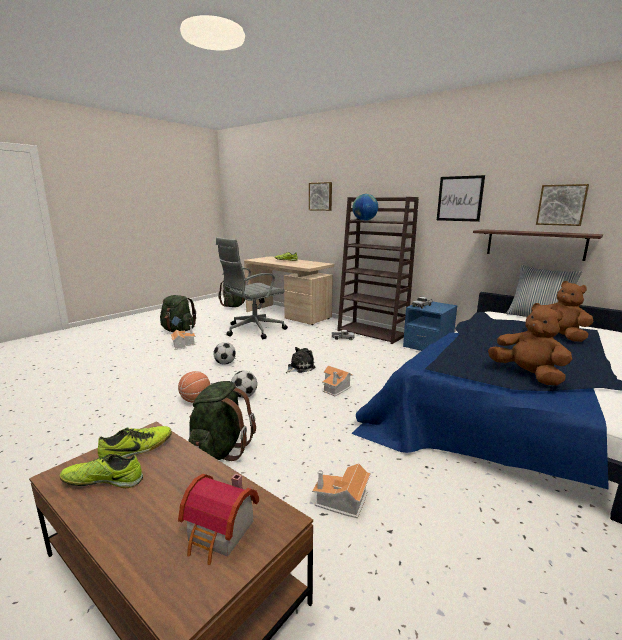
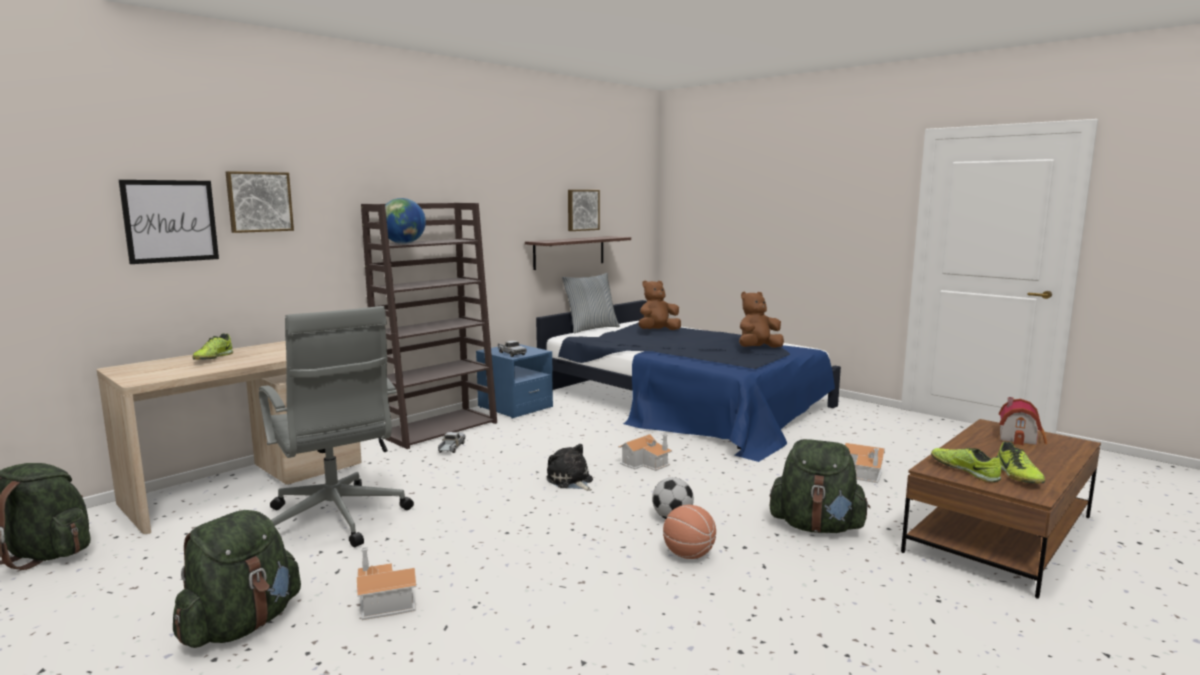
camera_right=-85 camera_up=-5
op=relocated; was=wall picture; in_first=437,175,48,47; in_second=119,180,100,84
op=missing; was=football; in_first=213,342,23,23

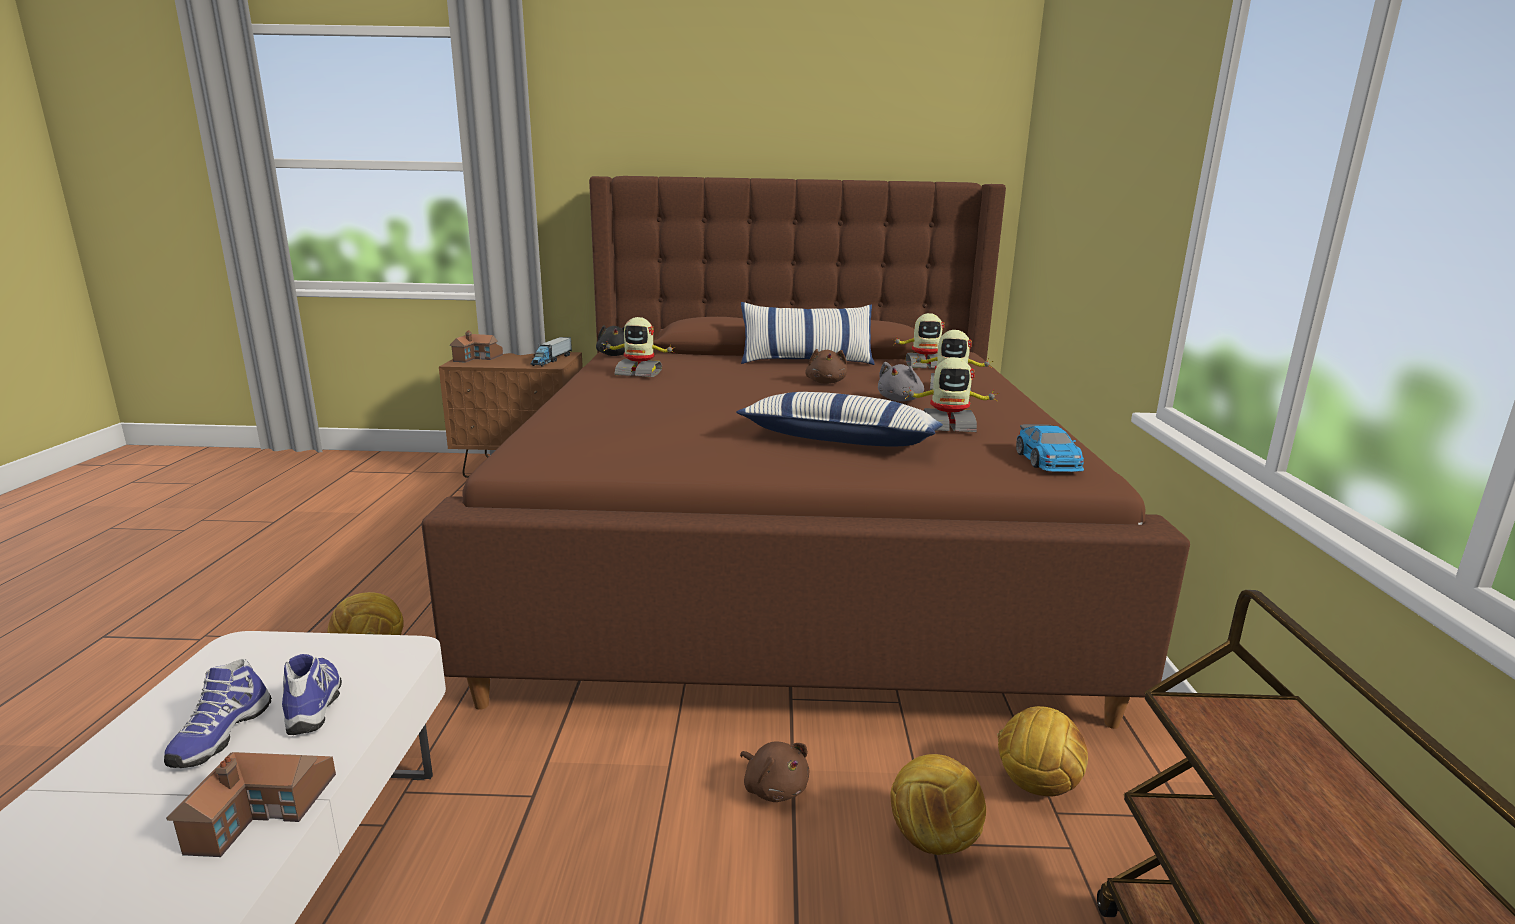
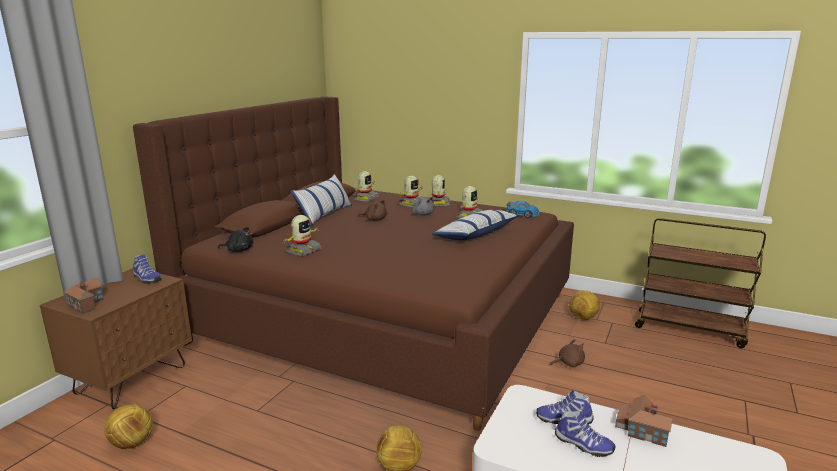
camera_right=-65 camera_up=0
op=exchanged; was=toy lorry; now=shoe; in_first=530,337,42,30; in_second=133,255,29,29
op=relocated; was=football; in_first=891,754,95,101; in_second=104,404,49,45
op=appeared; now=model robot; in_second=432,175,18,31

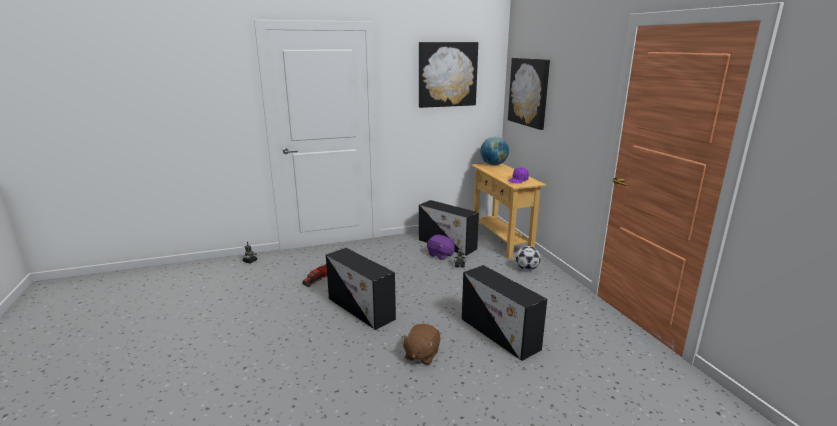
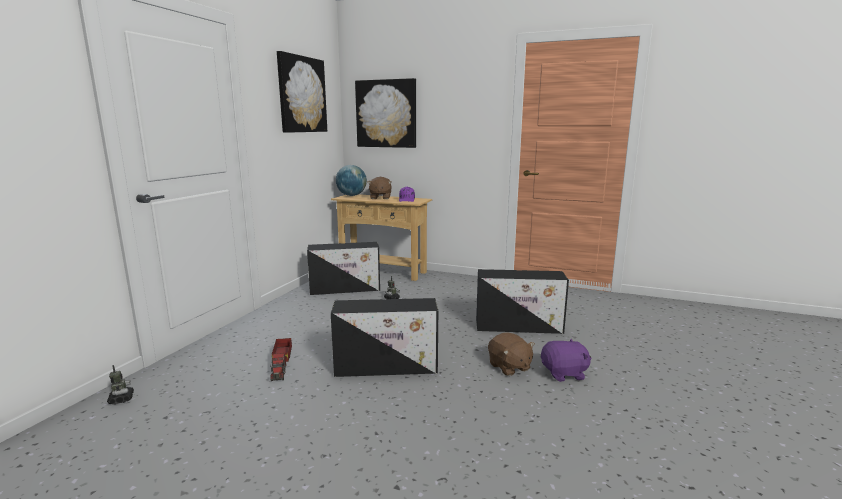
camera_right=-50 camera_up=-5
op=relocated; was=purple plush toy; in_first=427,235,28,25; in_second=541,339,50,43
op=missing; was=football; in_first=516,246,25,24
op=appeared; now=brown plush toy; in_second=368,177,24,22

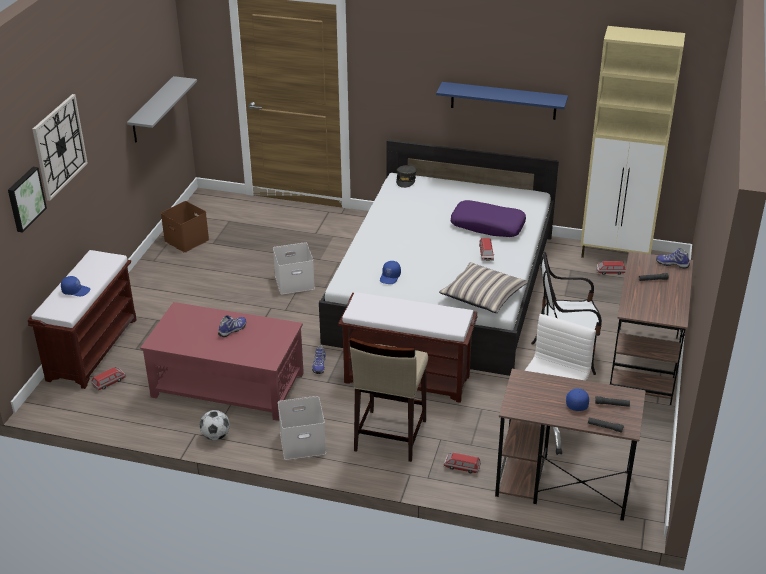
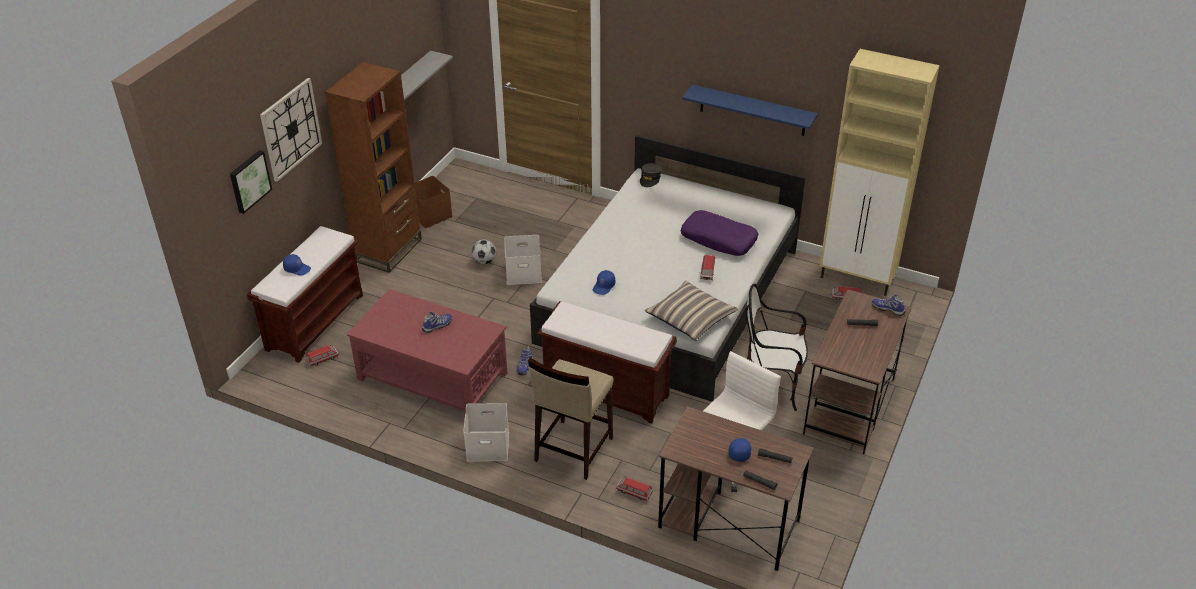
camera_right=10 camera_up=5
op=relocated; was=football; in_first=199,410,31,30; in_second=472,240,24,24
op=appeared; now=brown shelving unit; in_second=325,62,97,211

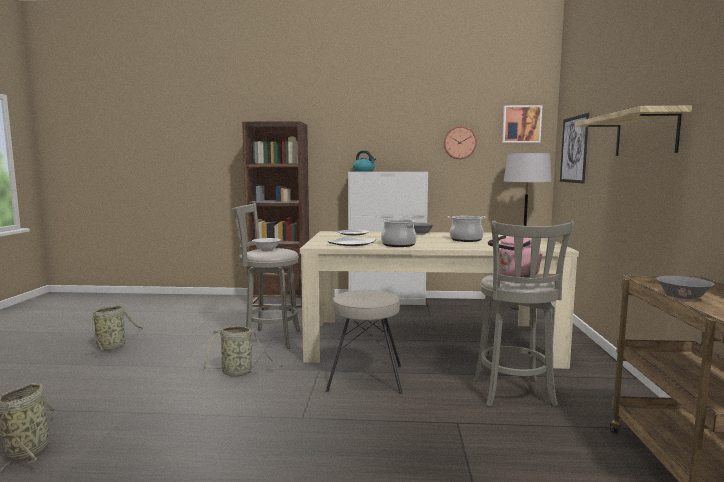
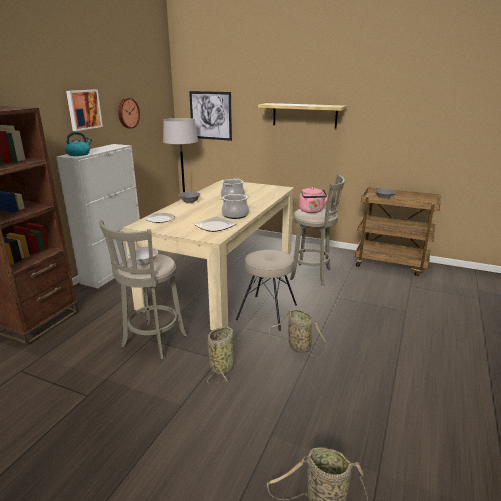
camera_right=-70 camera_up=15
op=relocated; was=wall picture; in_first=502,105,40,38; in_second=66,89,37,42
op=relocated; was=storage basket; in_first=86,306,57,48; in_second=269,309,58,48

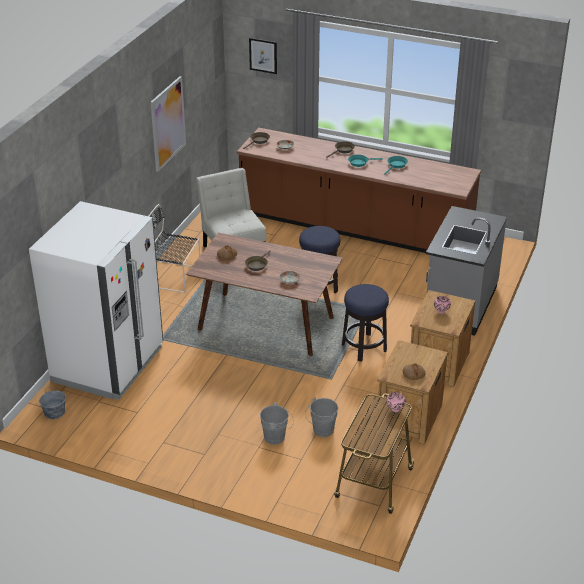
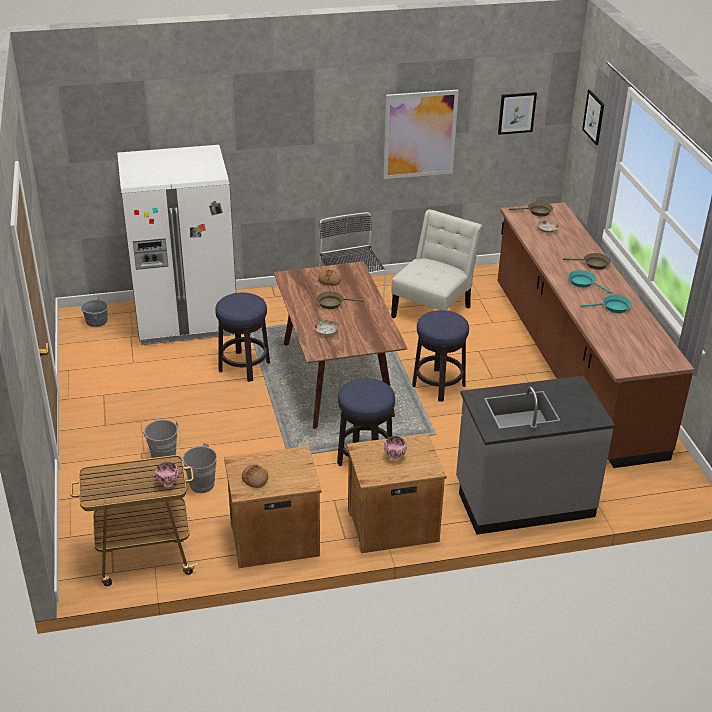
camera_right=55 camera_up=0
op=appeared; now=wall picture; in_second=498,92,39,43
op=appeared; now=sitting stool; in_second=215,292,55,90

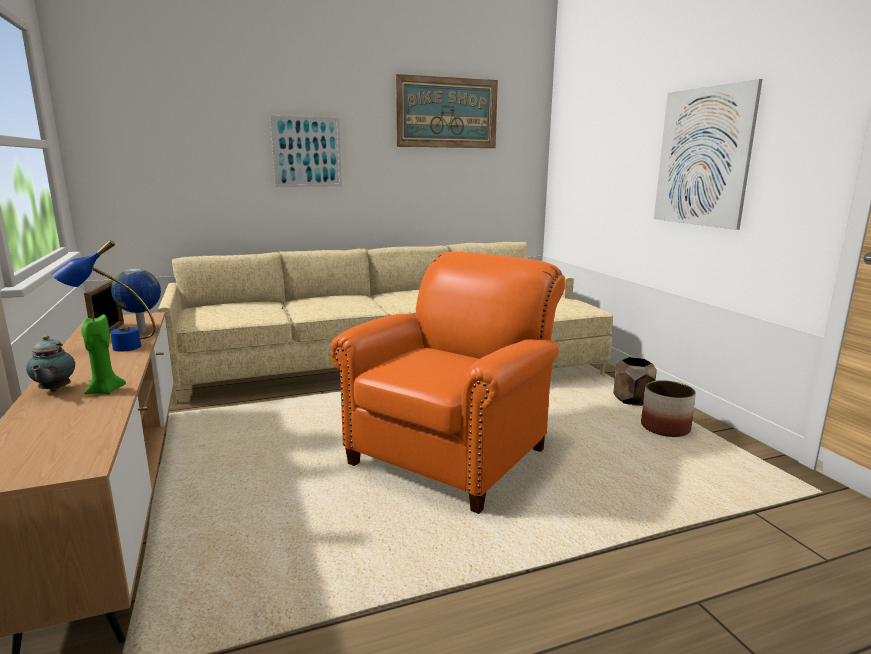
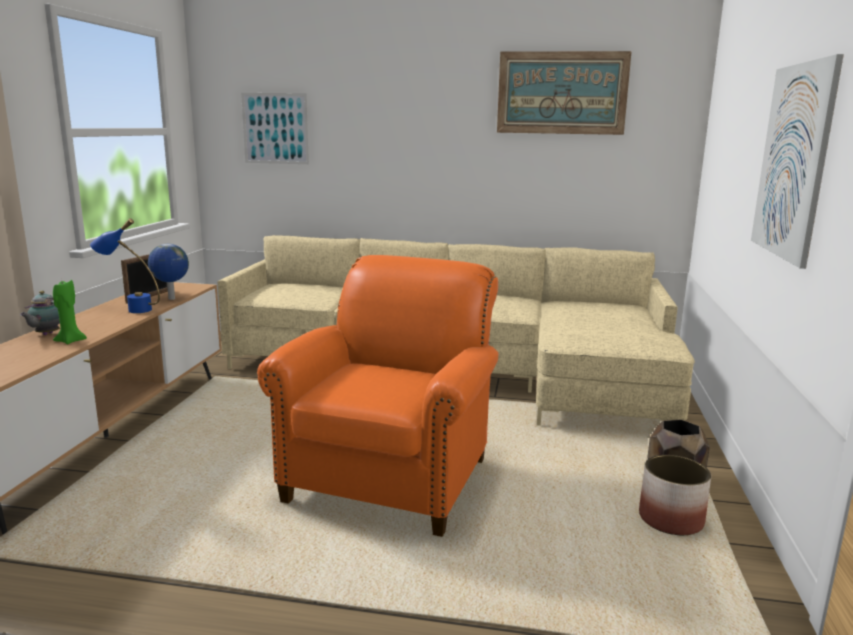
camera_right=30 camera_up=0
op=relocated; was=wall picture; in_first=270,116,72,71; in_second=241,93,68,71
op=spun; was=orangey lounge chair; in_first=331,252,234,262; in_second=257,255,241,282; clockwise=-45

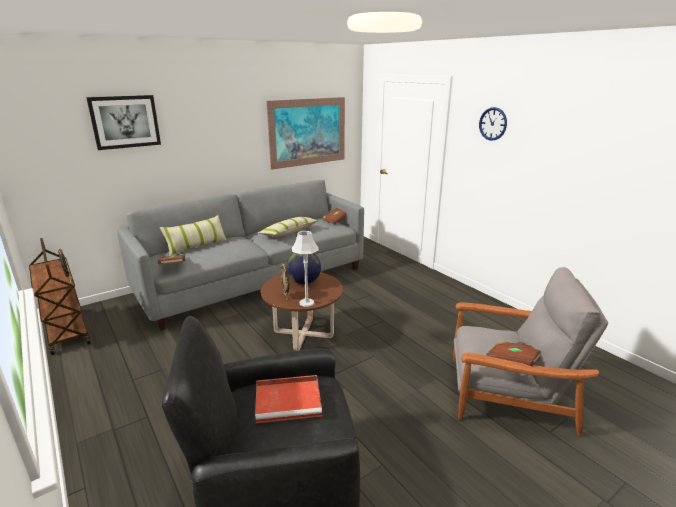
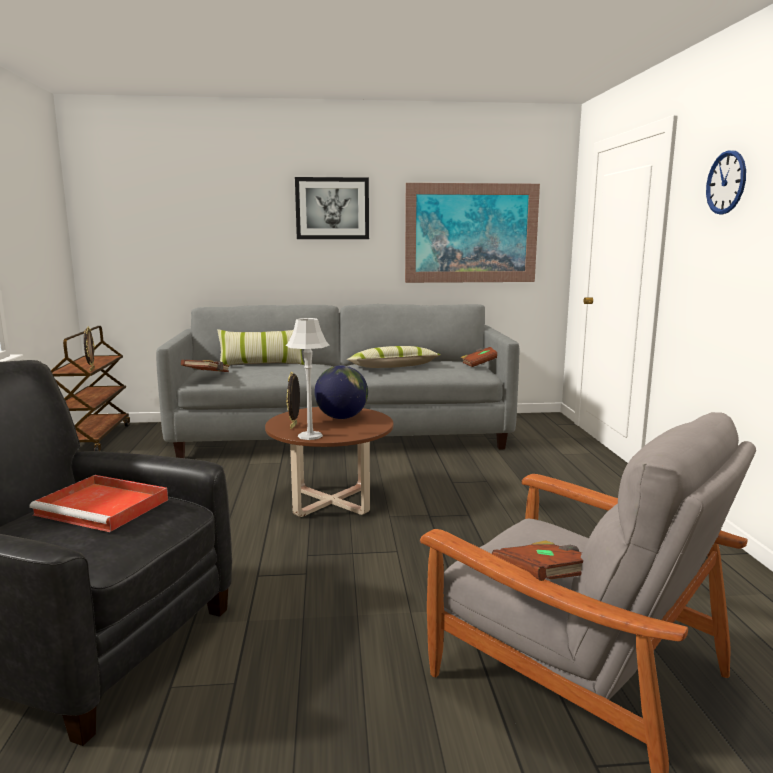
camera_right=30 camera_up=-10
op=relocated; was=wall picture; in_first=86,95,75,55; in_second=295,177,74,62

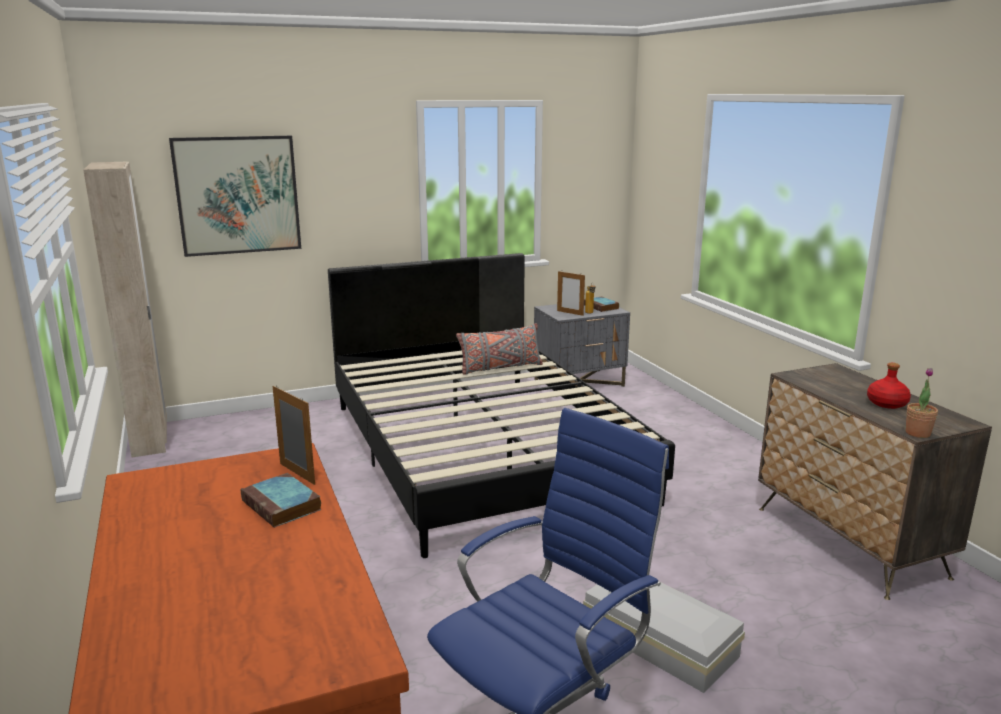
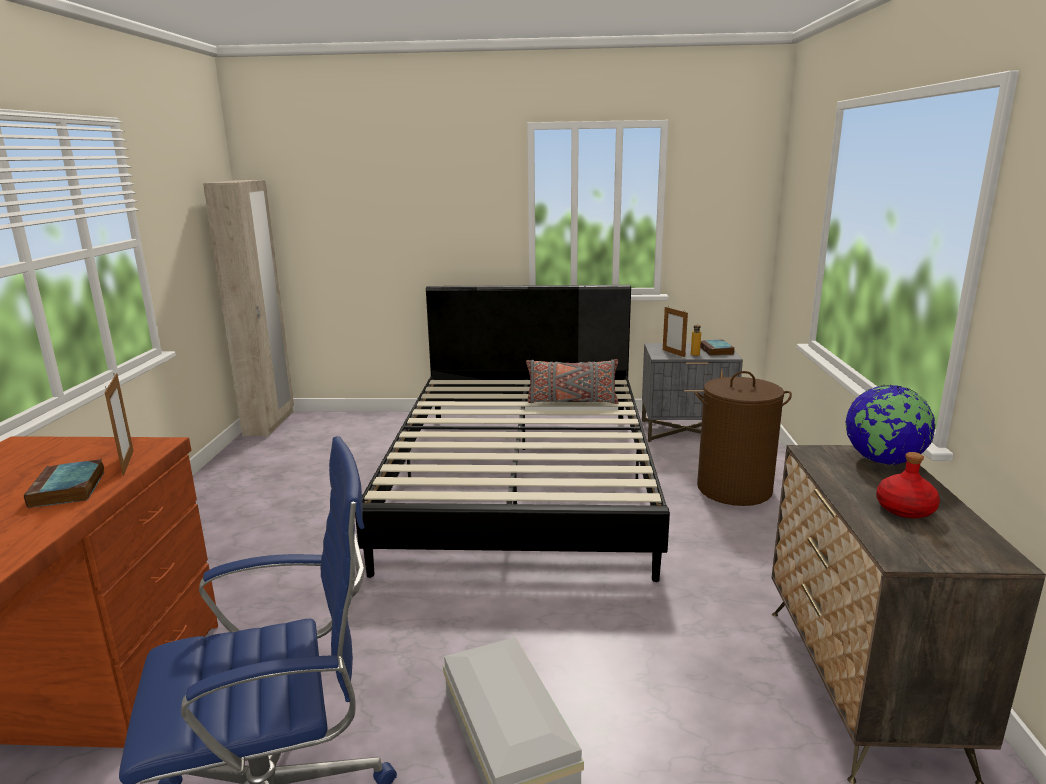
camera_right=25 camera_up=0
op=missing; was=wall picture; in_first=169,136,132,121
op=missing; was=plant in a pot; in_first=906,368,32,70
op=appeared; now=brown washing basket; in_second=695,371,97,135
op=appeared; now=desk globe; in_second=845,385,90,80

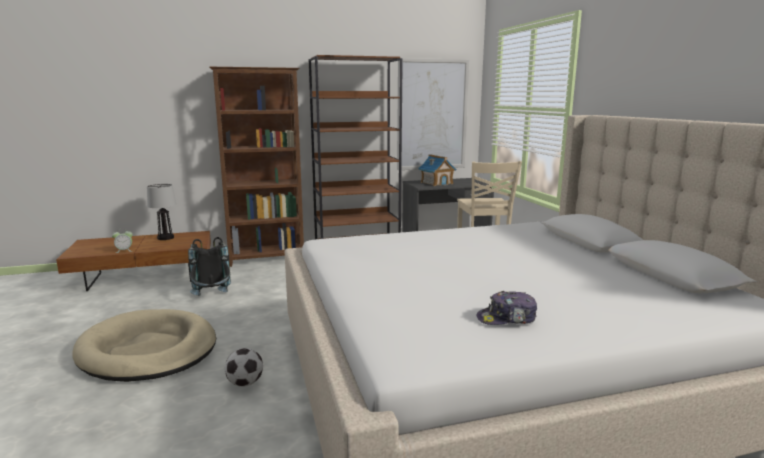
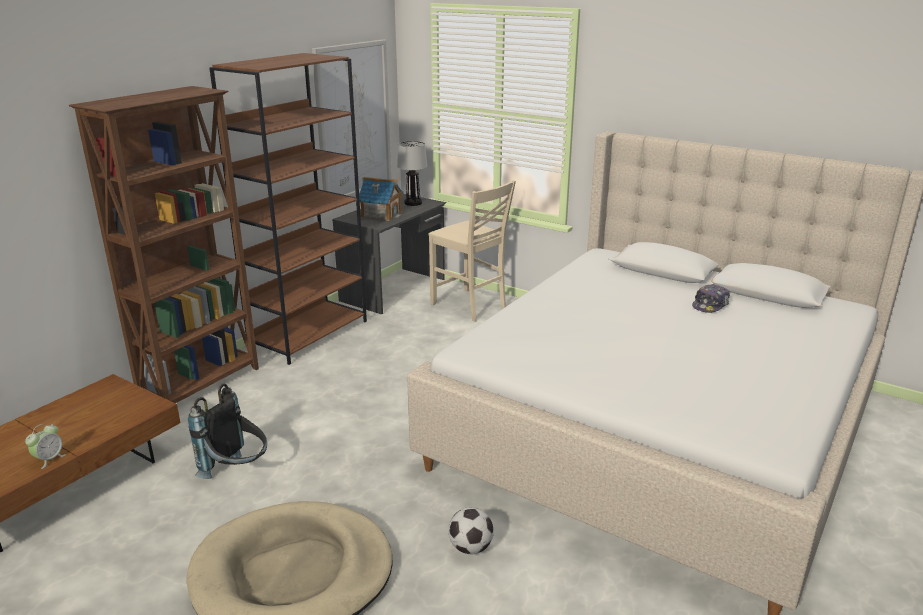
camera_right=-40 camera_up=10
op=relocated; was=table lamp; in_first=147,184,29,56; in_second=397,141,30,65
op=relocated; was=baseball cap; in_first=476,291,61,34; in_second=692,284,38,29

